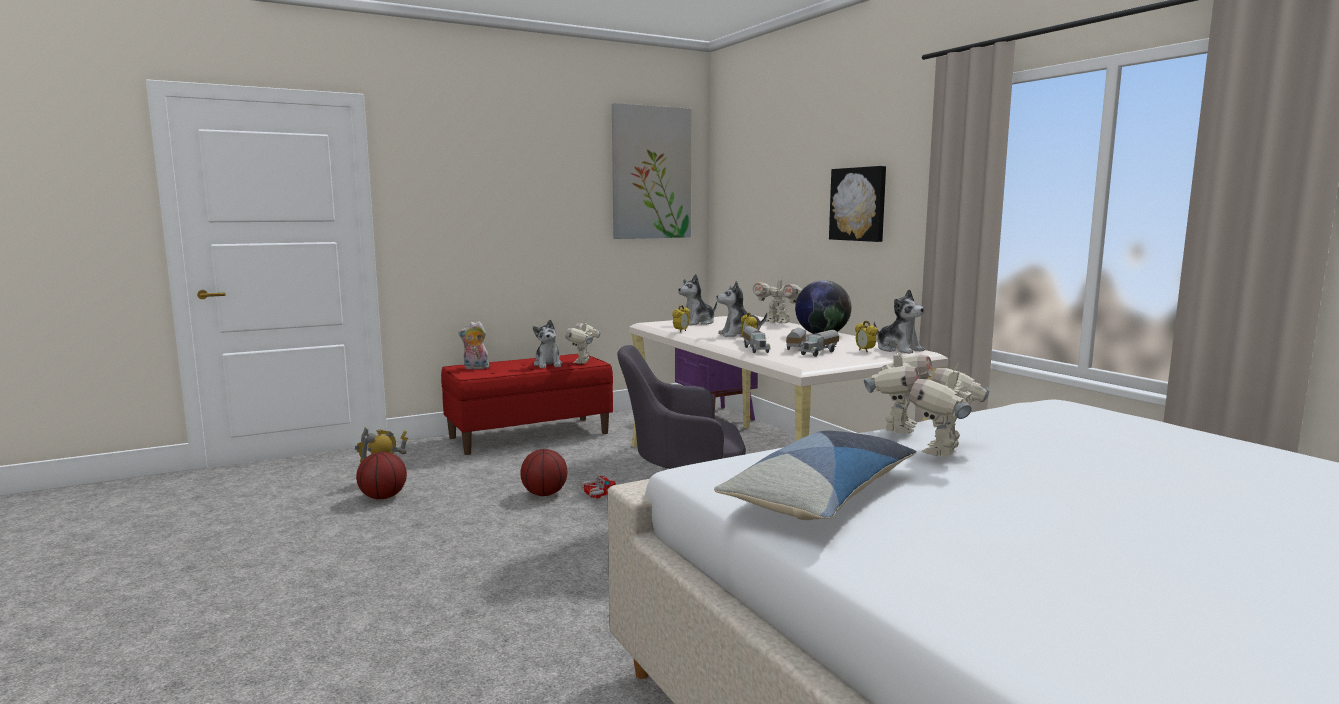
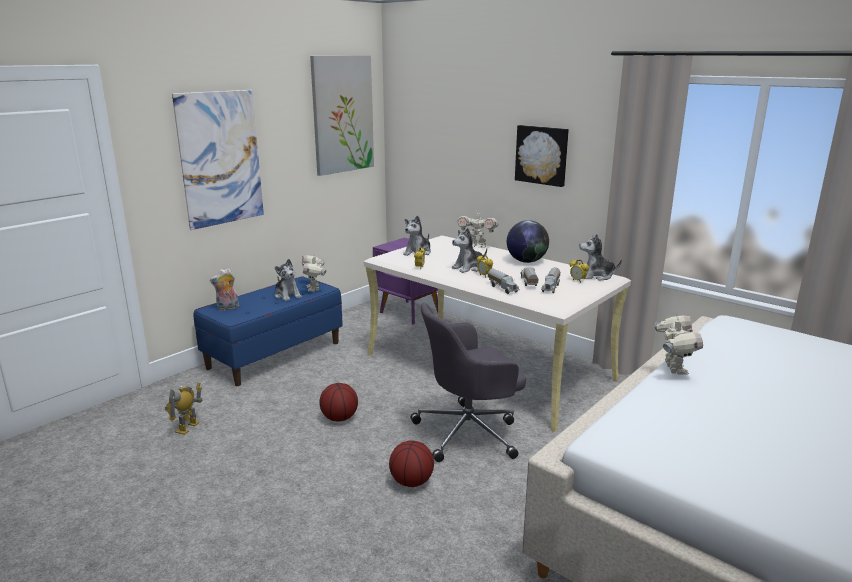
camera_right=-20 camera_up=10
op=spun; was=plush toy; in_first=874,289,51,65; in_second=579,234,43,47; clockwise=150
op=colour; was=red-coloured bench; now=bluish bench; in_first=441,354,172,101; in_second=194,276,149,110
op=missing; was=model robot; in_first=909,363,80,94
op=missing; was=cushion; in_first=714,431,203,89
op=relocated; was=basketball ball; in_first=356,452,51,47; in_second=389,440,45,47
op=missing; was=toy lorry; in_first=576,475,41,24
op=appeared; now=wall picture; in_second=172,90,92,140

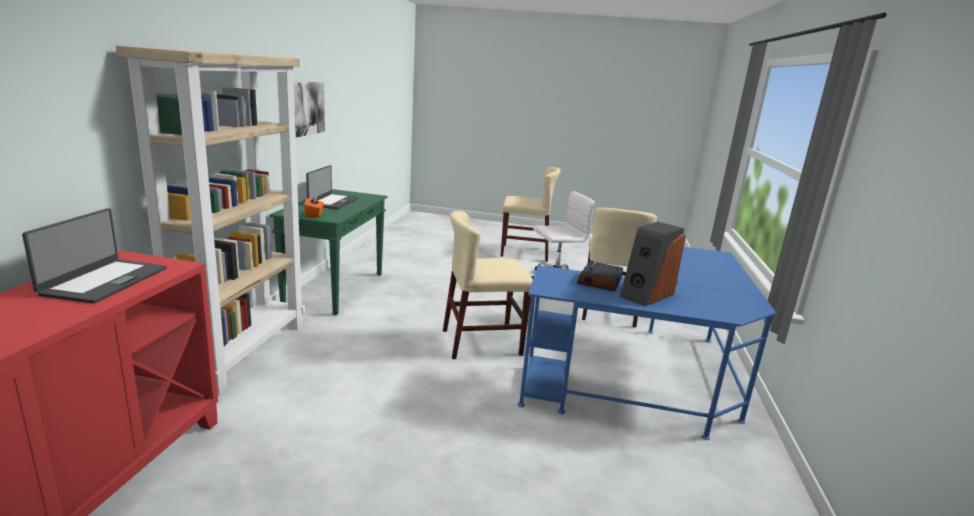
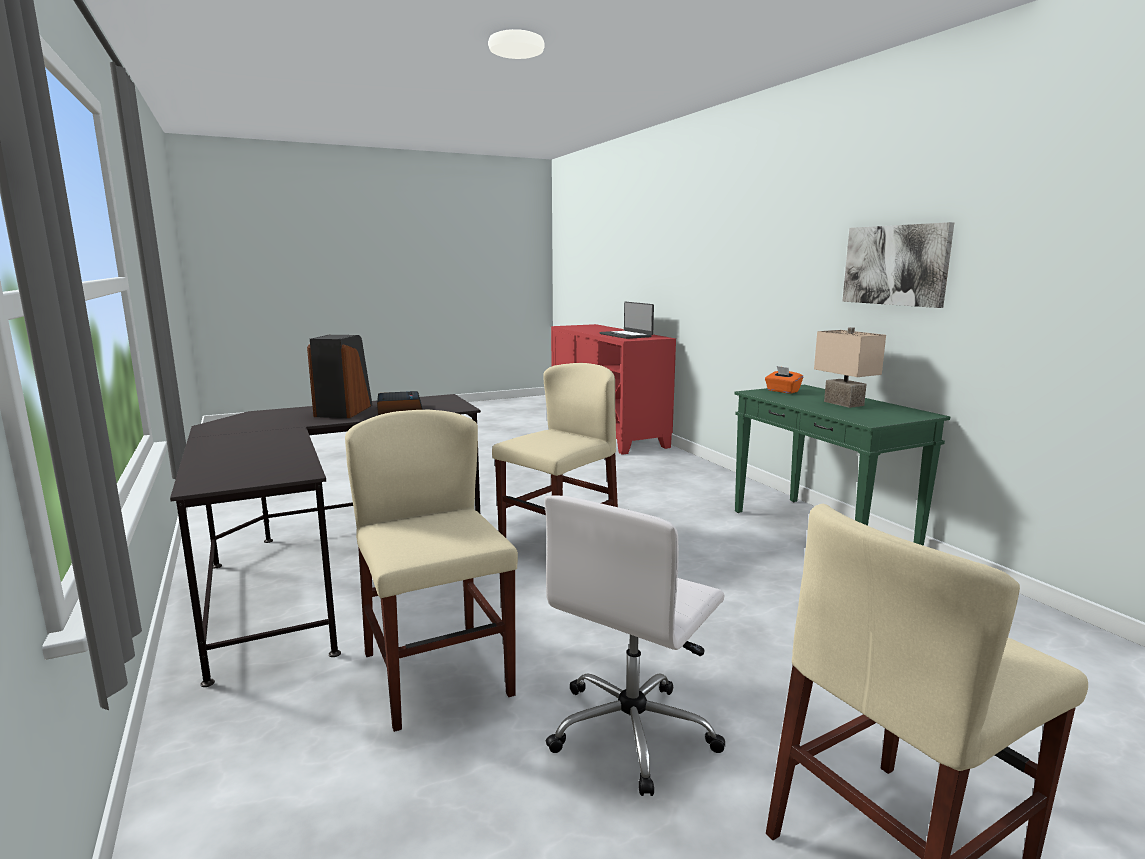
camera_right=145 camera_up=-5
op=missing; was=beige-coloured shelving unit; in_first=116,45,189,350
op=exchanged; was=laptop; now=beige-coloured table lamp; in_first=306,165,53,44; in_second=814,327,72,81
op=colour; was=bluish desk table; now=black desk table; in_first=517,247,259,193; in_second=170,394,311,293

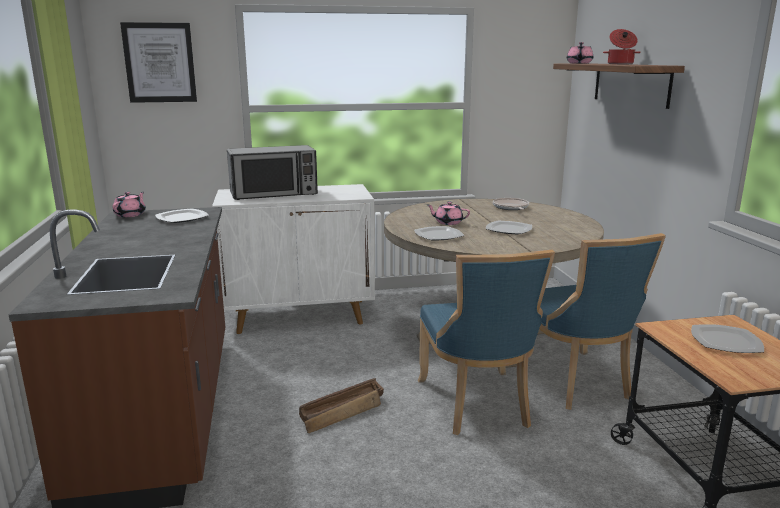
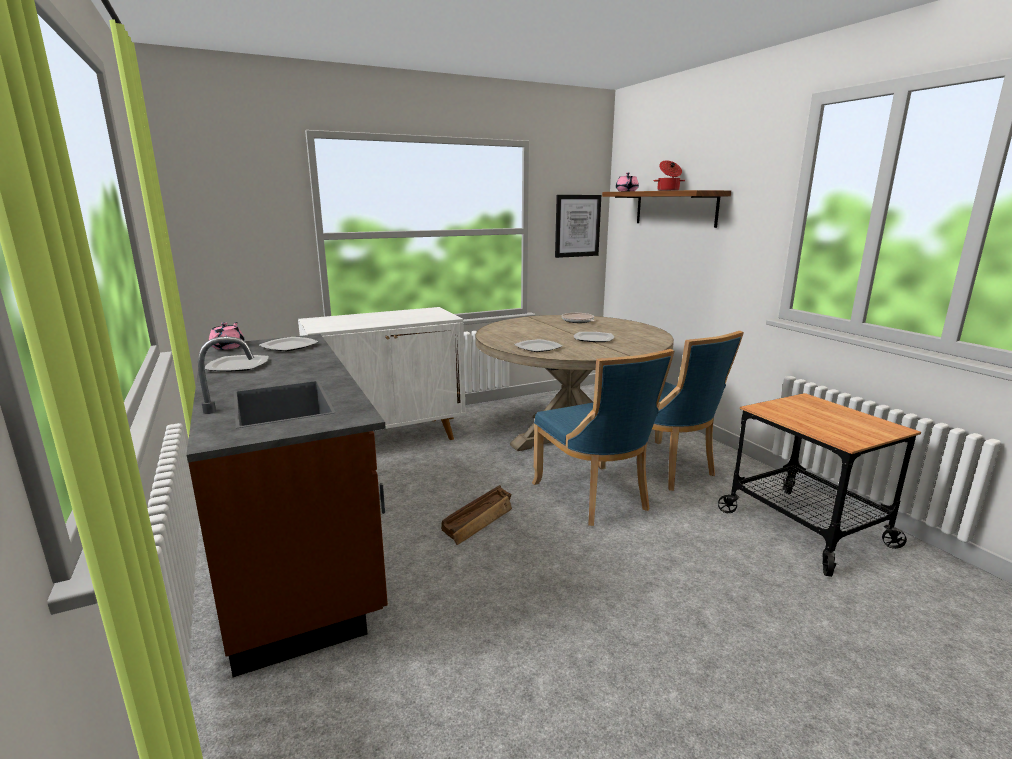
camera_right=-15 camera_up=0
op=relocated; was=wall picture; in_first=120,22,77,81; in_second=555,195,46,63
op=missing; was=microwave oven; in_first=227,145,91,55
op=missing; was=pink teapot; in_first=427,201,43,24
op=relocated; was=plate; in_first=691,324,73,29; in_second=205,355,64,17

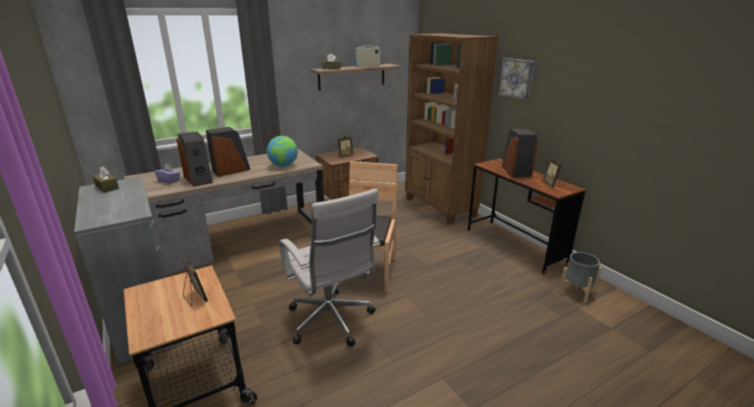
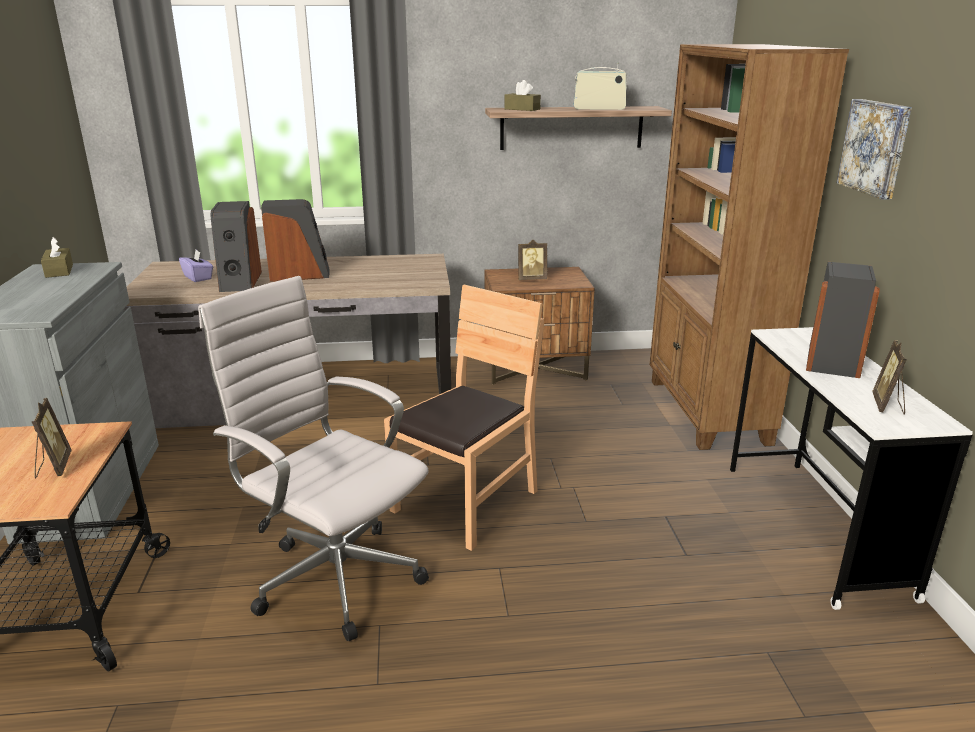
camera_right=25 camera_up=0
op=missing; was=desk globe; in_first=267,136,31,31
op=colour; was=brown desk table; now=white desk table; in_first=468,158,118,117; in_second=730,327,243,283
op=spun; was=white computer chair; in_first=279,189,101,158; in_second=198,276,231,365; clockwise=135
op=missing; was=greyish plant pot; in_first=559,252,42,51

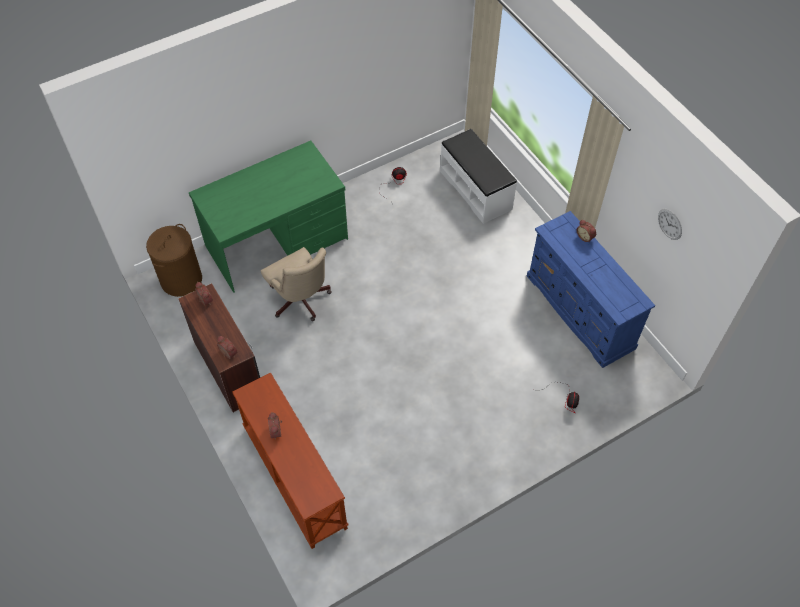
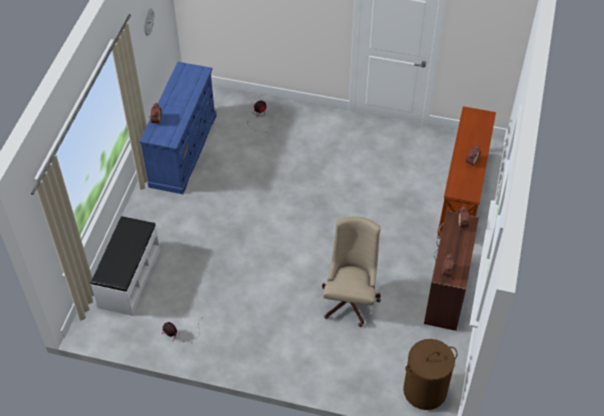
camera_right=-135 camera_up=-5
op=missing; was=green-coloured desk table; in_first=189,141,159,152

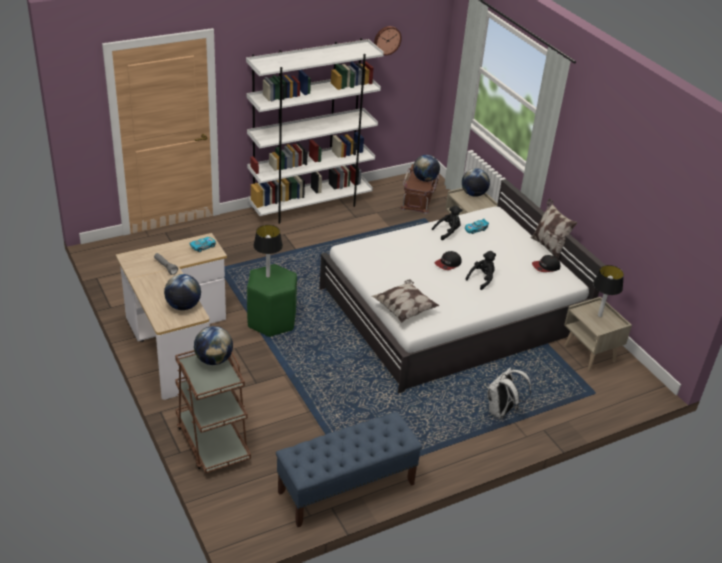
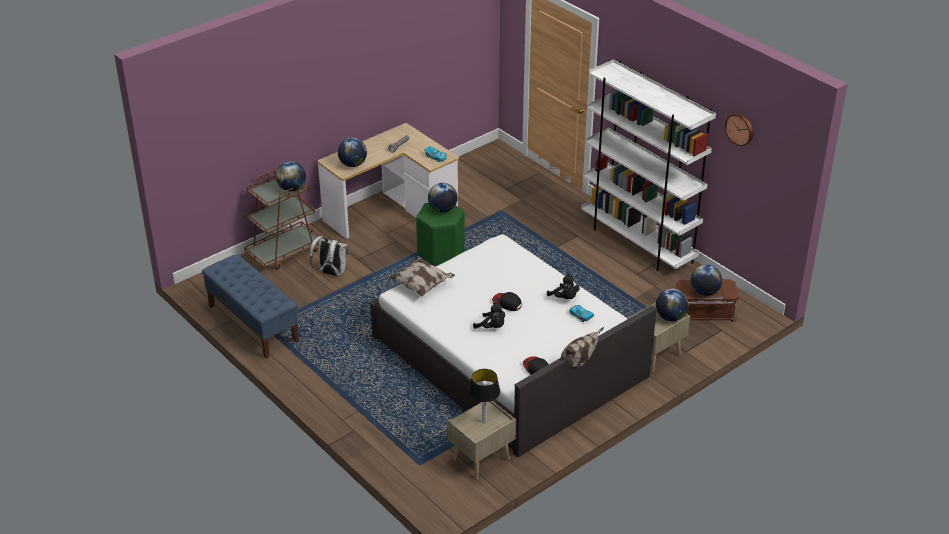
camera_right=80 camera_up=0
op=exchanged; was=table lamp; now=desk globe; in_first=253,225,30,53; in_second=428,183,30,29
op=relocated; was=white backpack; in_first=487,367,44,51; in_second=310,236,40,40

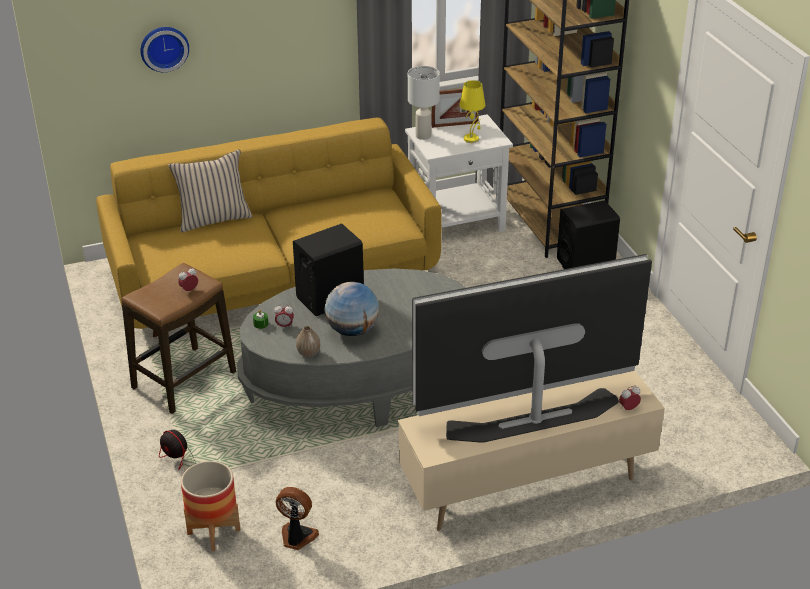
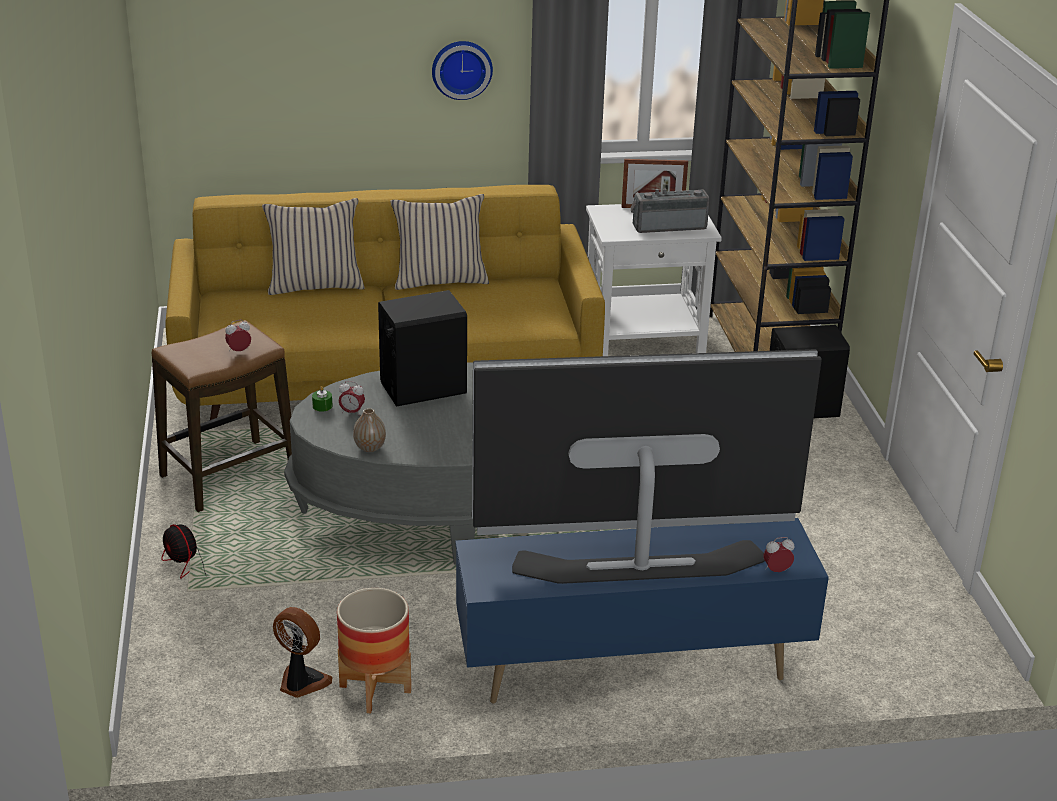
camera_right=10 camera_up=-5
op=relocated; was=wall clock; in_first=140,27,49,46; in_second=432,41,61,59
op=missing; was=white table lamp; in_first=408,66,32,74
op=exchanged; was=yellow table lamp; now=radio set; in_first=459,80,26,63; in_second=631,188,79,45
op=missing; was=desk globe; in_first=324,282,55,54
op=colour; was=beige-coloured media console; now=bluish media console; in_first=398,371,267,160; in_second=455,518,374,185
op=relocated; was=plant pot; in_first=181,461,59,90; in_second=337,588,74,125
op=appeared; now=beige-coloured cushion; in_second=390,194,99,96

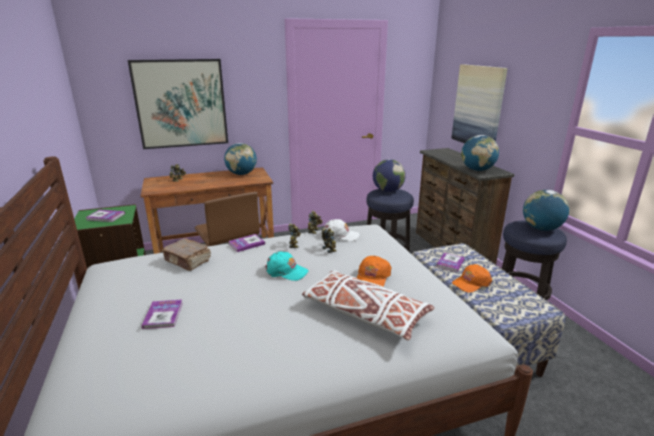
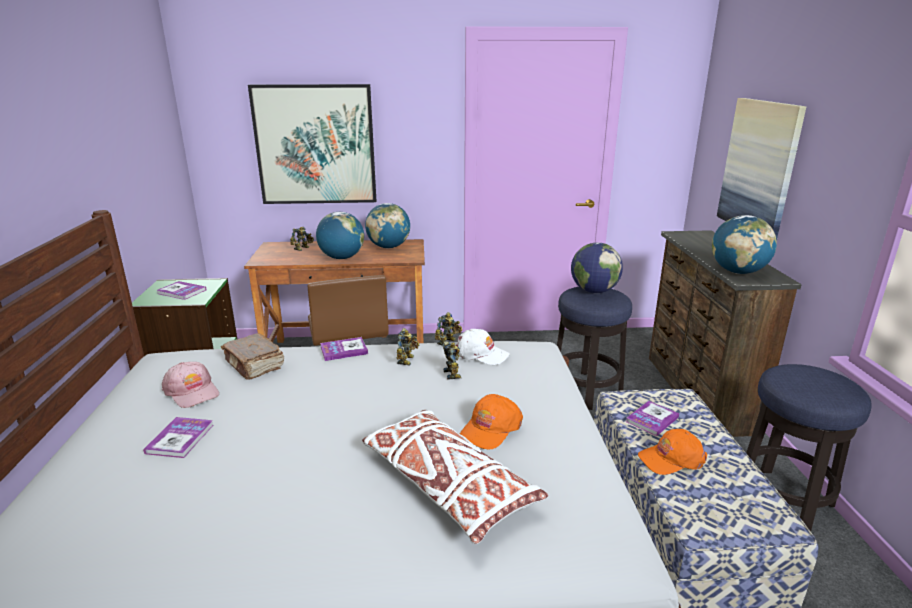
camera_right=15 camera_up=0
op=relocated; was=desk globe; in_first=523,190,46,41; in_second=316,212,48,47
op=missing; was=turquoise-coloured baseball cap; in_first=265,252,44,29
op=appeared; now=pink baseball cap; in_second=162,362,57,46

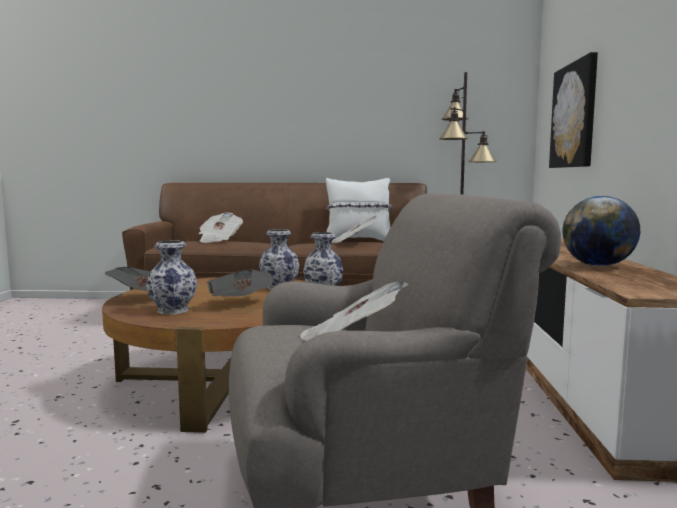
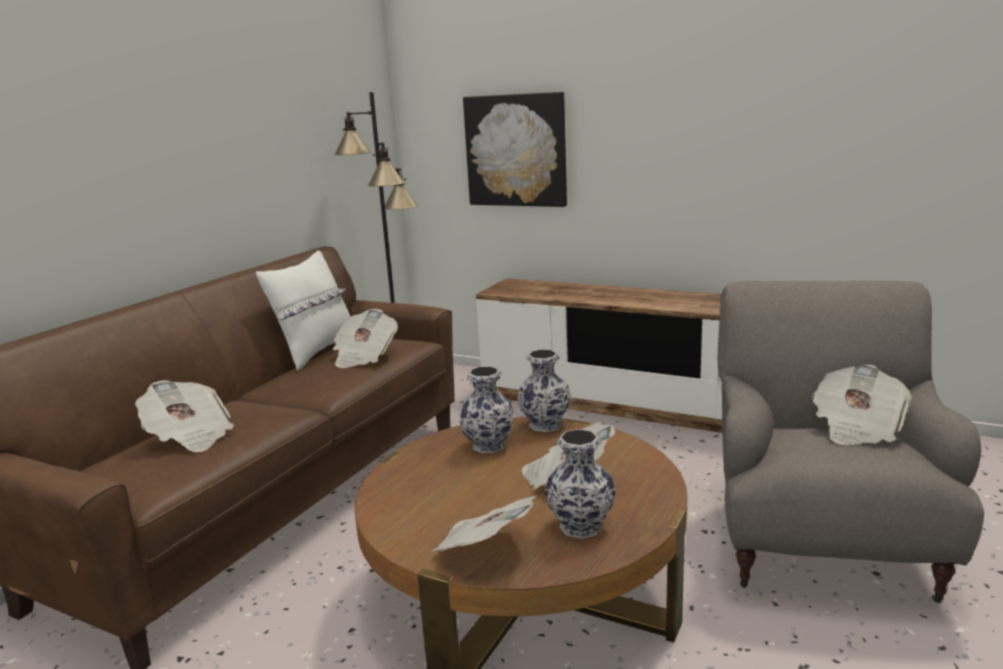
camera_right=-65 camera_up=10
op=missing; was=desk globe; in_first=562,196,78,70

